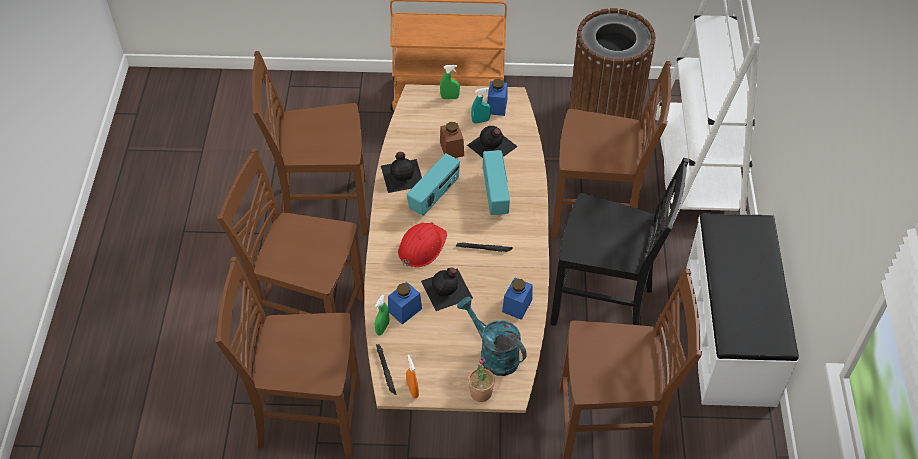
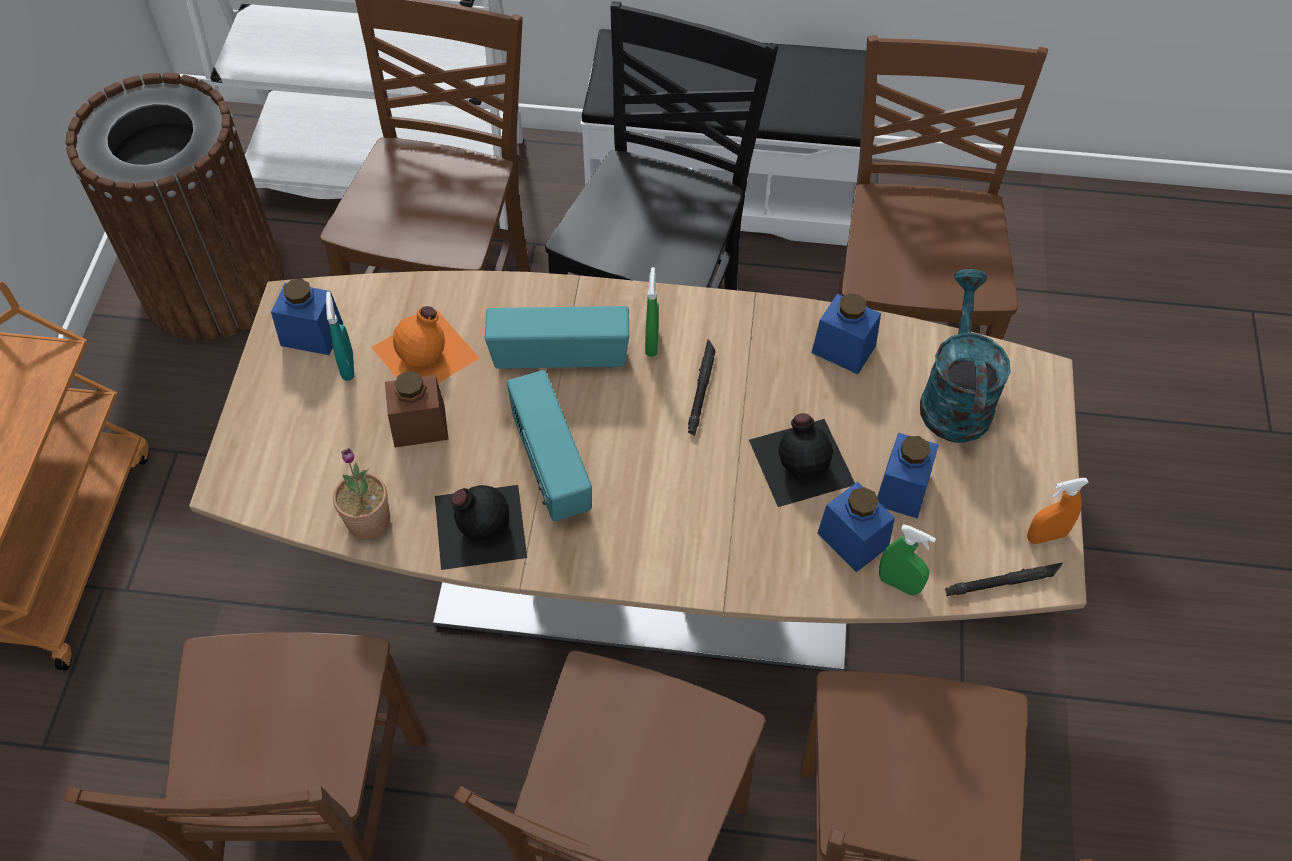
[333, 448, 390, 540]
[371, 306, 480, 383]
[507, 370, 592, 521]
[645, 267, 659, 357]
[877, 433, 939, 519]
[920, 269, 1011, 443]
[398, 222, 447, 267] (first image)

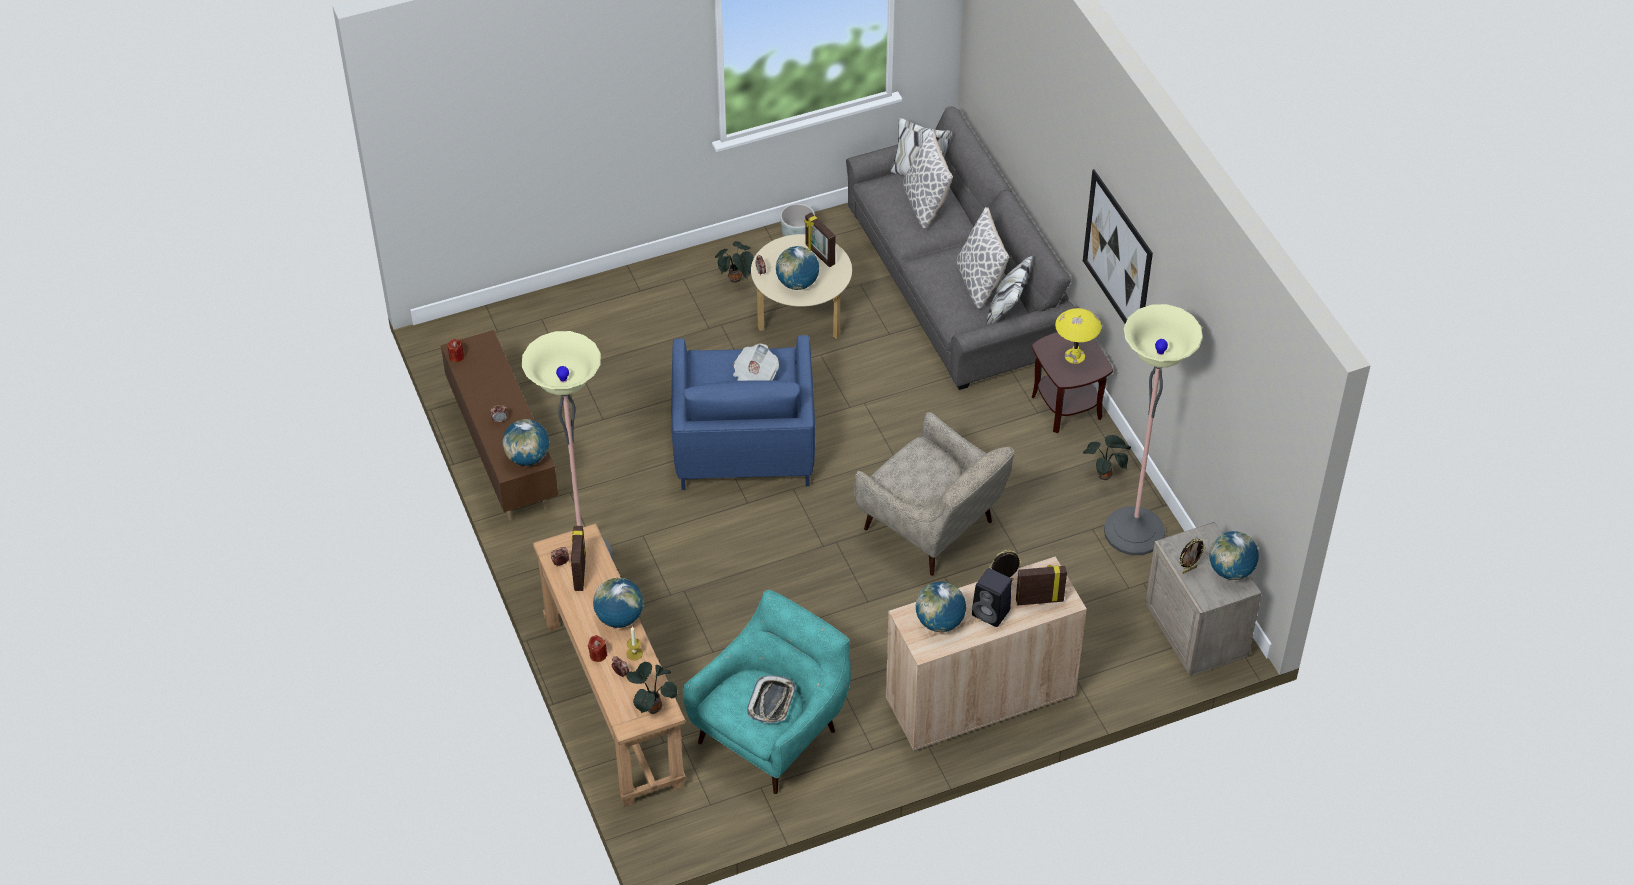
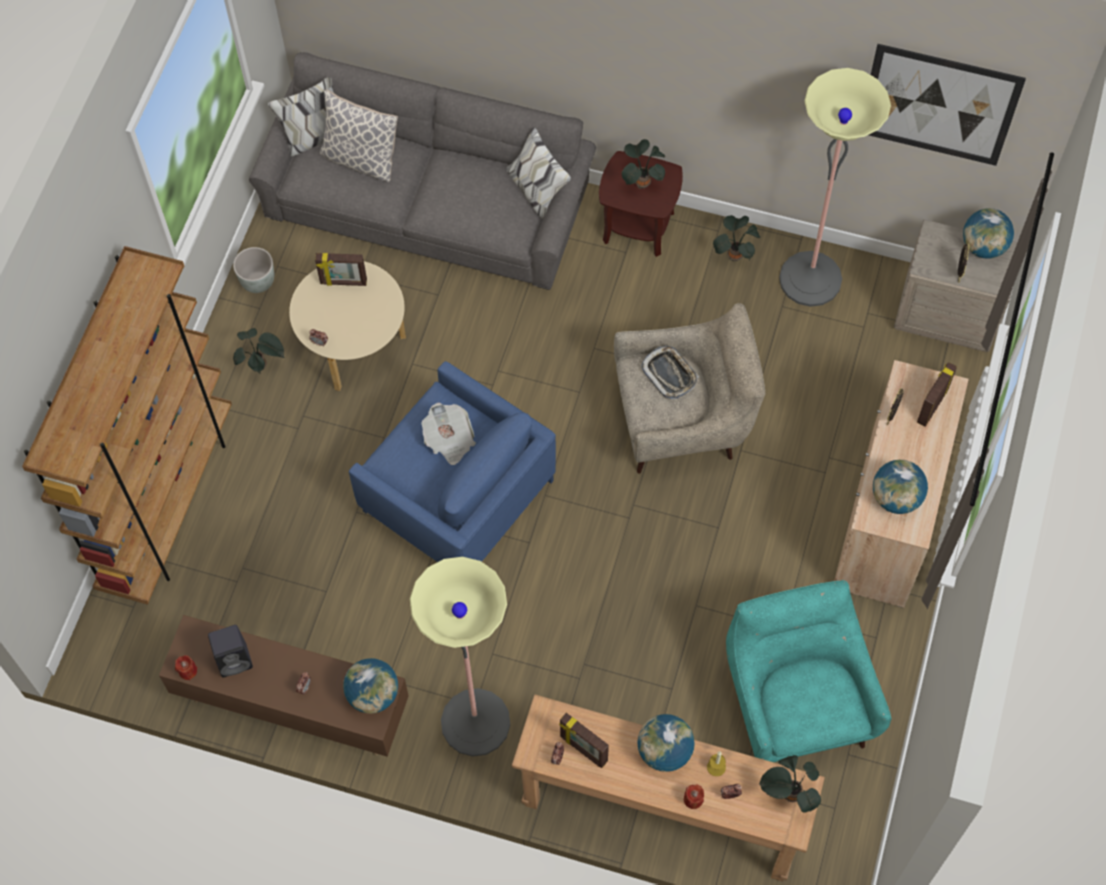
[22, 246, 232, 605]
[208, 625, 253, 677]
[622, 139, 665, 189]
[640, 346, 699, 400]
[869, 44, 1026, 166]
[776, 246, 819, 290] (first image)
[957, 207, 1010, 309] (first image)

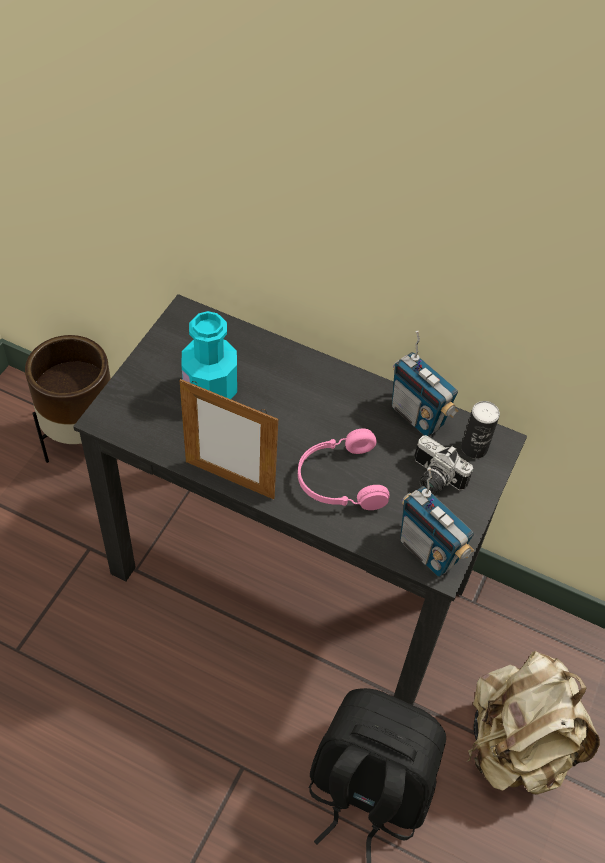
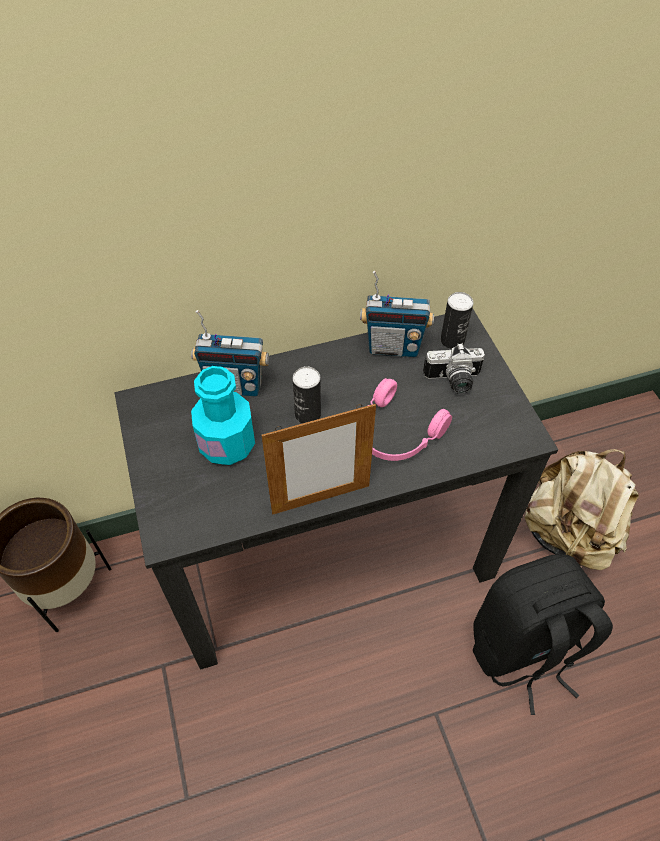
[191, 310, 269, 397]
[292, 366, 321, 424]

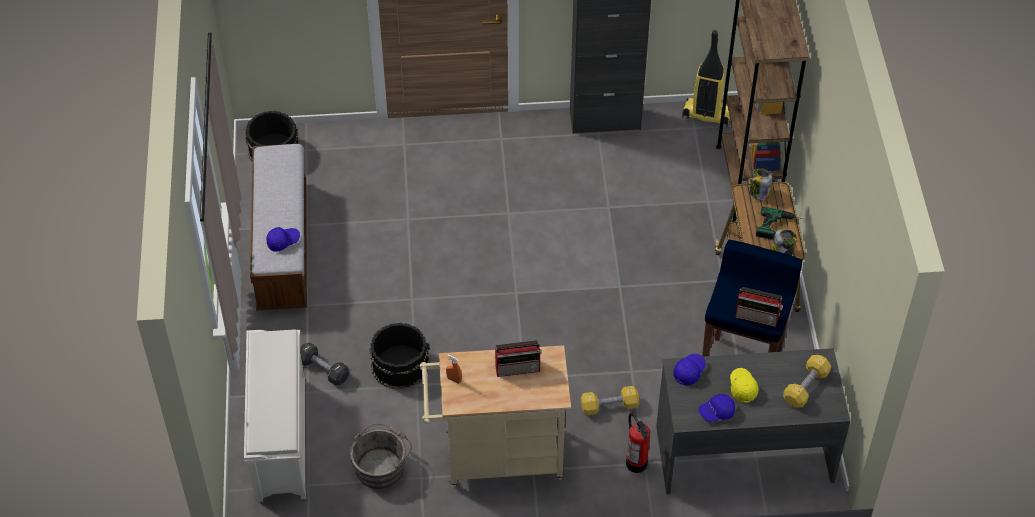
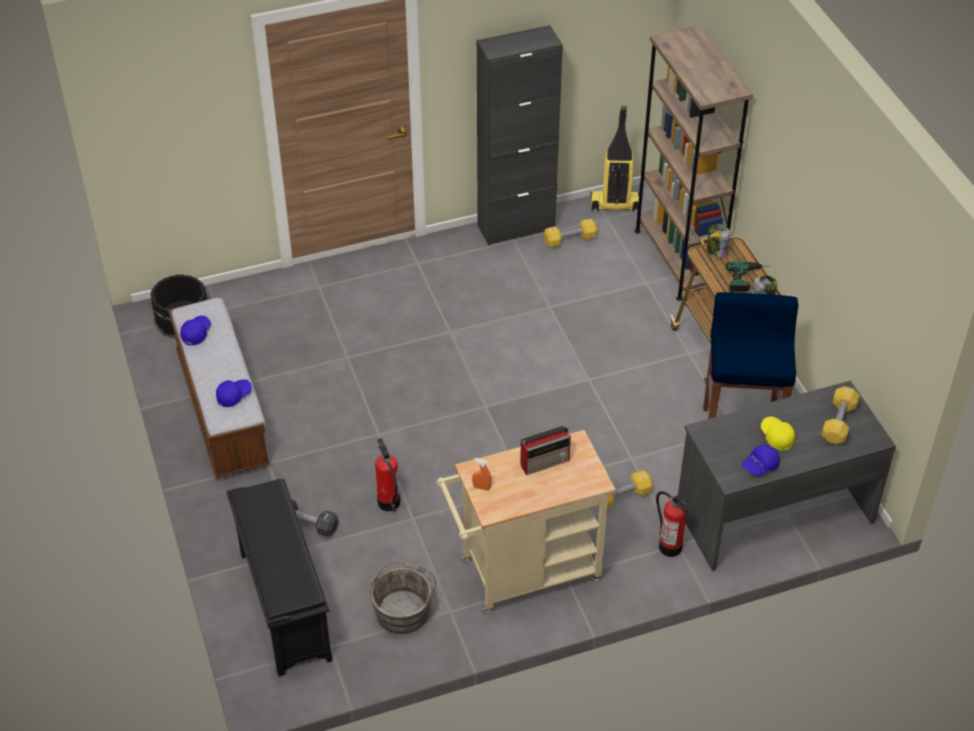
[180, 315, 211, 346]
[227, 479, 332, 676]
[375, 438, 400, 512]
[544, 219, 597, 248]
[735, 287, 783, 327] (first image)

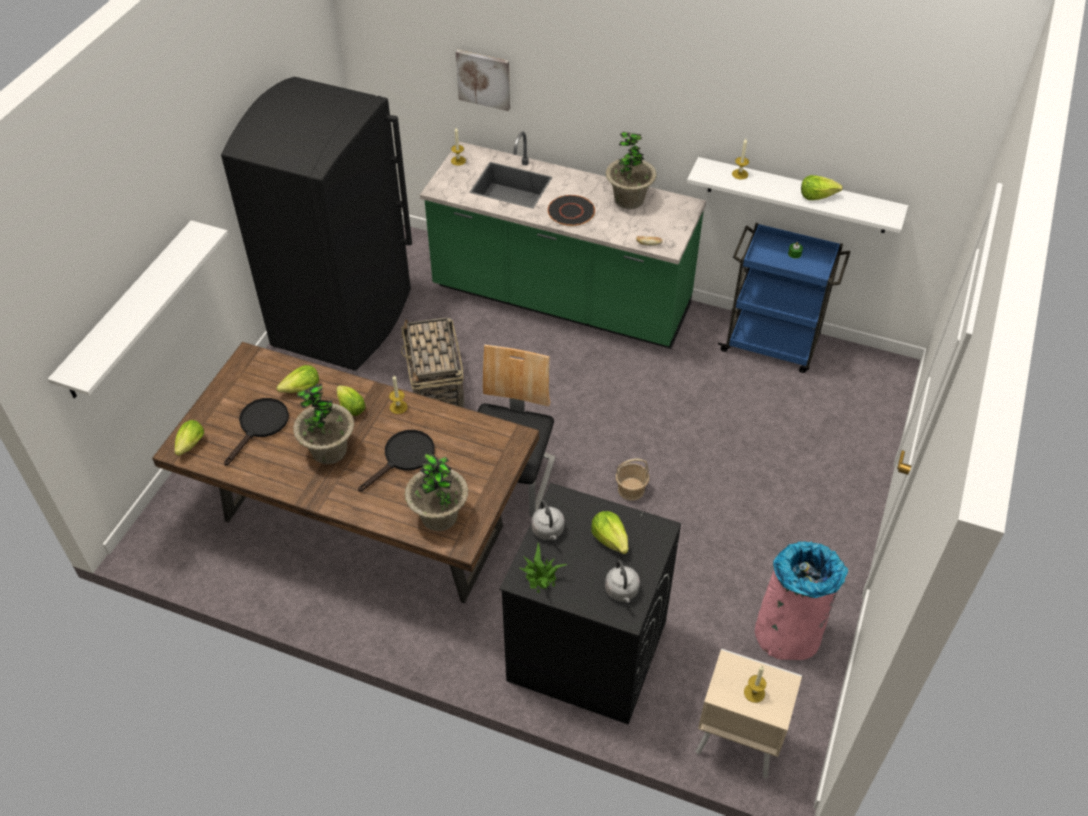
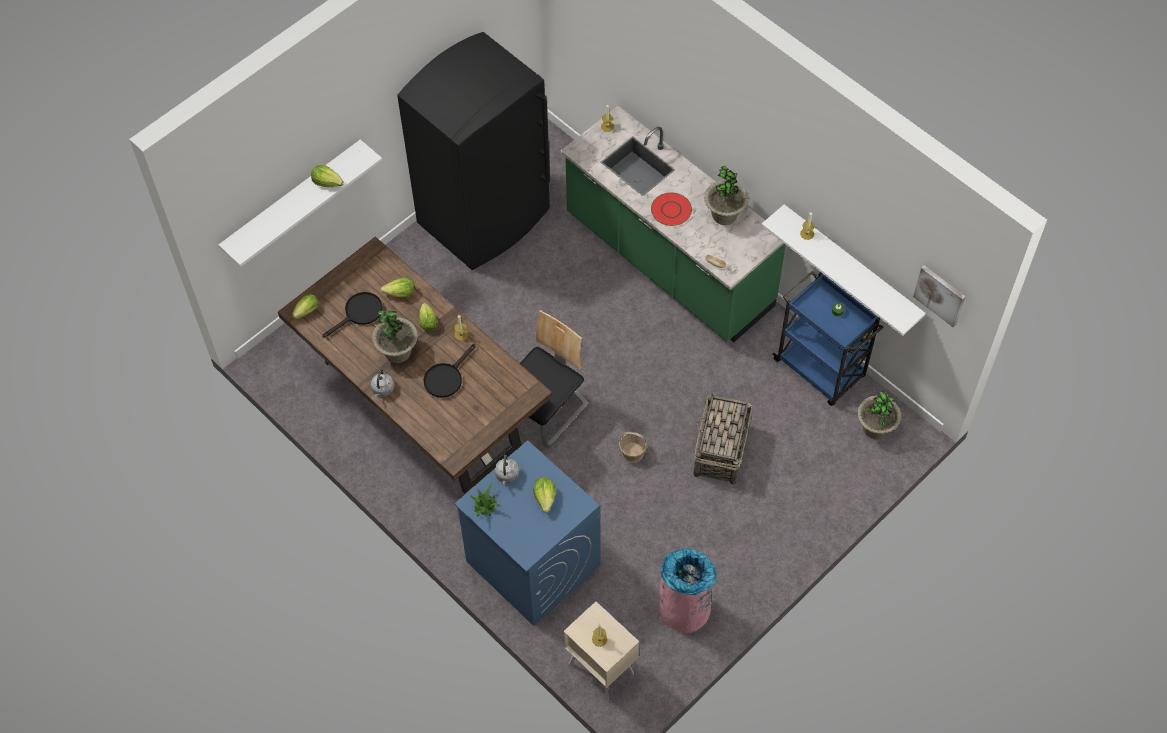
[311, 165, 344, 187]
[371, 369, 394, 397]
[423, 344, 476, 398]
[454, 440, 600, 626]
[651, 192, 692, 226]
[693, 394, 752, 485]
[857, 390, 901, 439]
[913, 265, 966, 328]

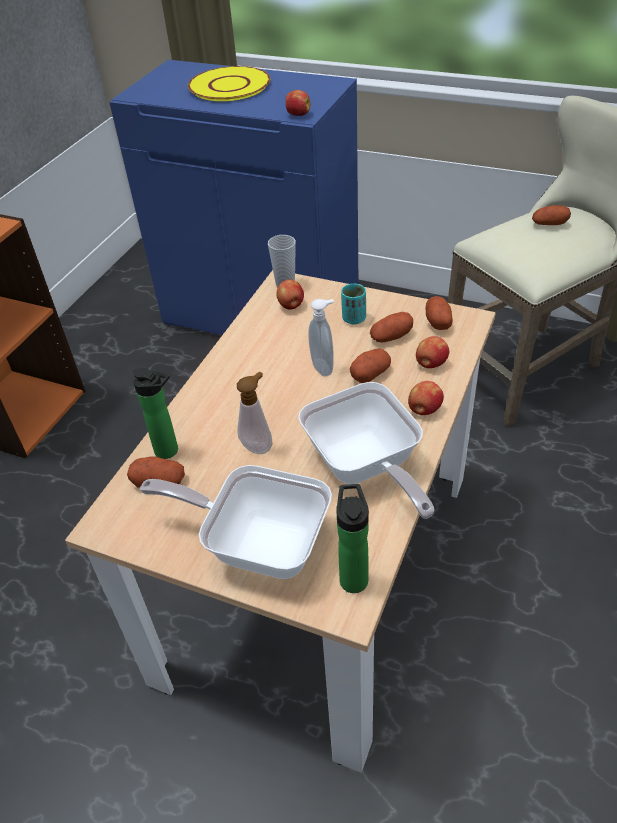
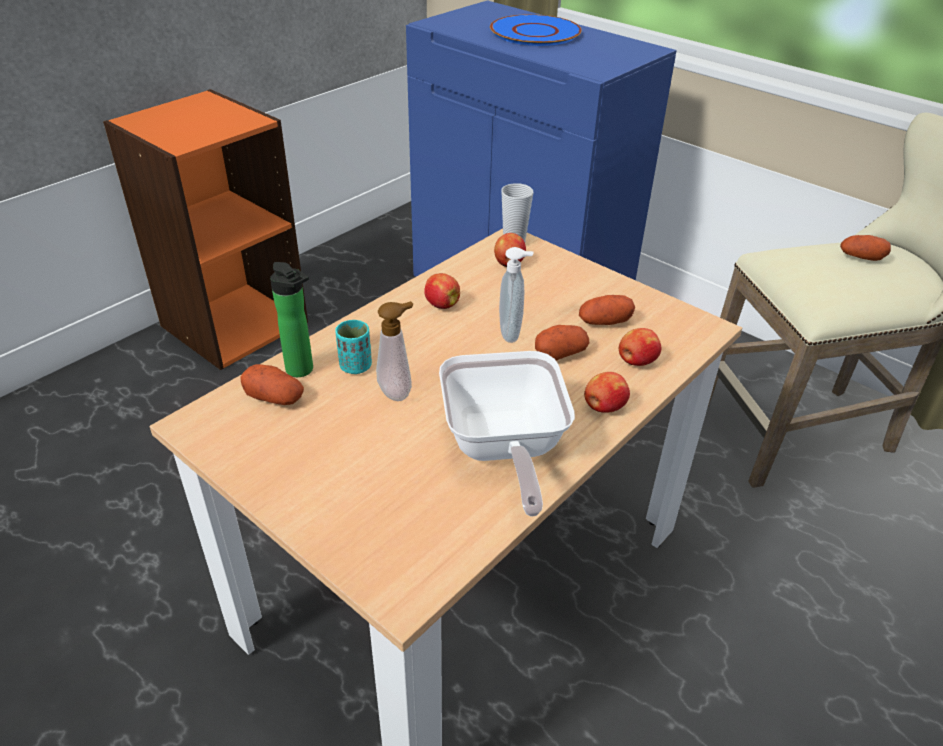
[335, 320, 372, 374]
[424, 273, 460, 309]
[490, 14, 582, 46]
[140, 465, 332, 579] (first image)
[336, 484, 369, 593] (first image)
[426, 296, 453, 330] (first image)

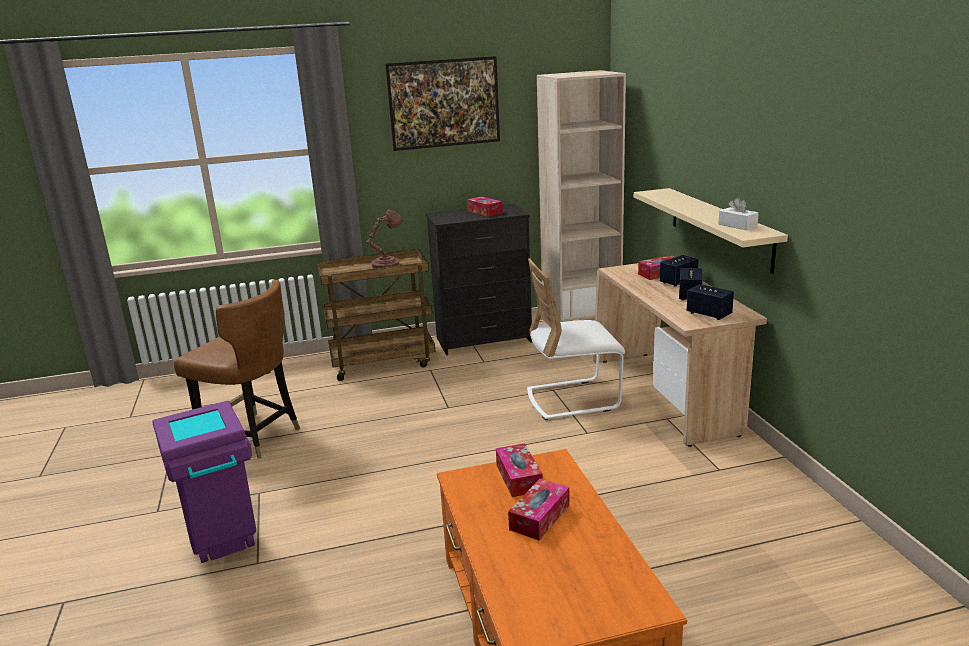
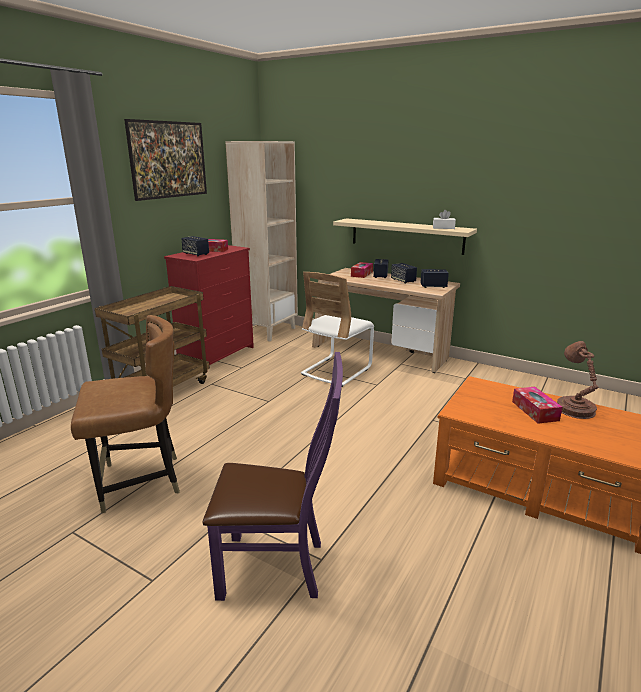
[164, 245, 254, 371]
[181, 236, 209, 256]
[203, 352, 343, 601]
[557, 341, 599, 419]
[496, 443, 543, 497] (first image)

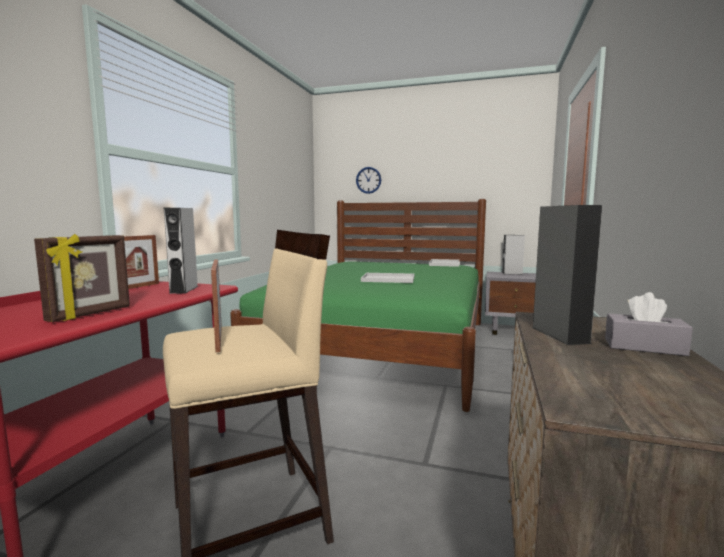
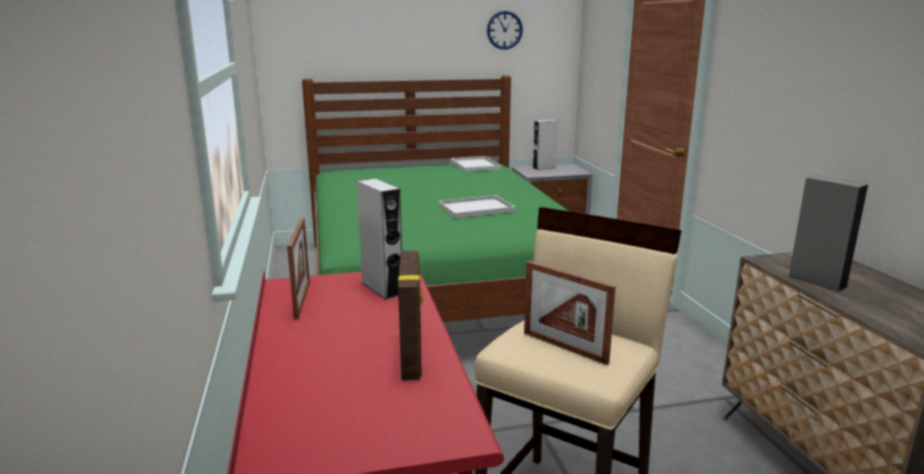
[487, 11, 523, 50]
[605, 292, 693, 356] (first image)

